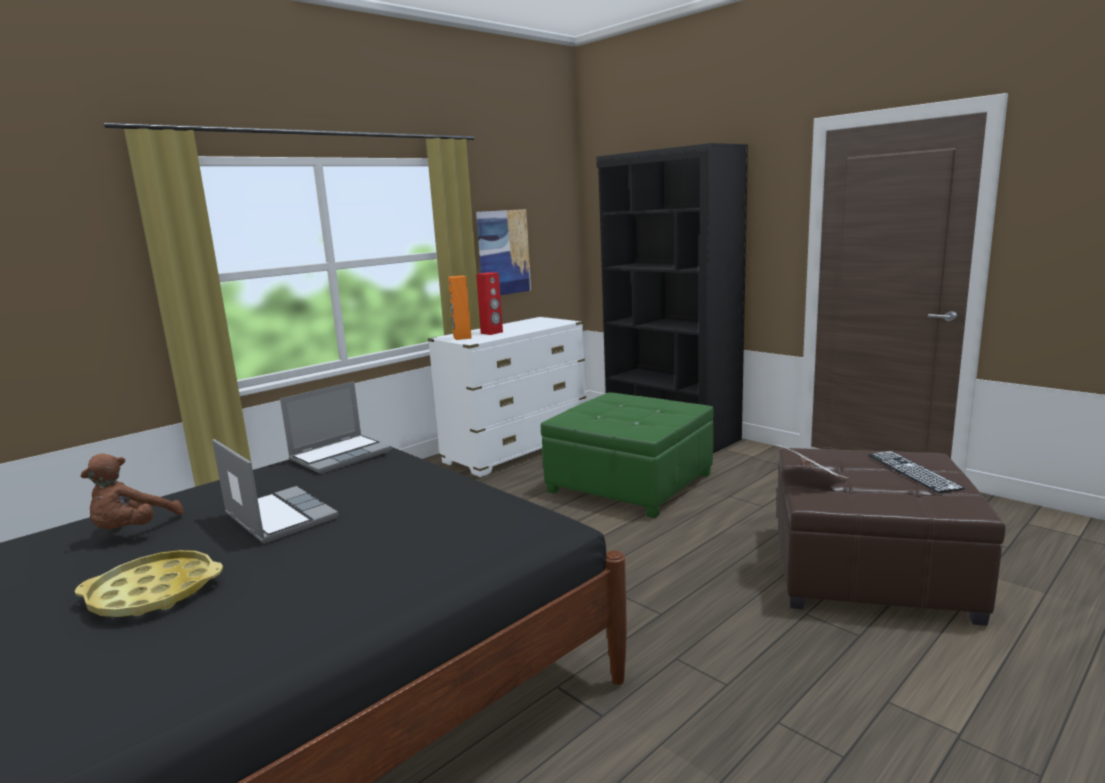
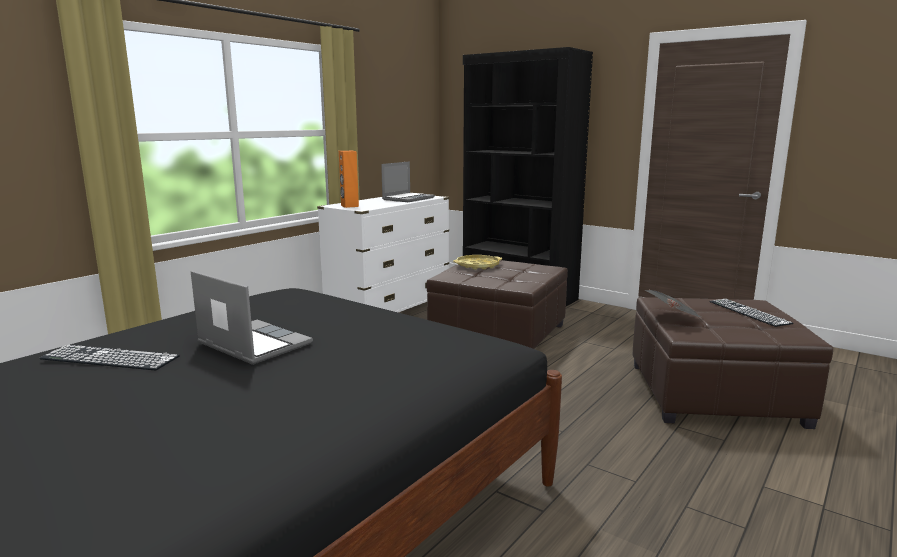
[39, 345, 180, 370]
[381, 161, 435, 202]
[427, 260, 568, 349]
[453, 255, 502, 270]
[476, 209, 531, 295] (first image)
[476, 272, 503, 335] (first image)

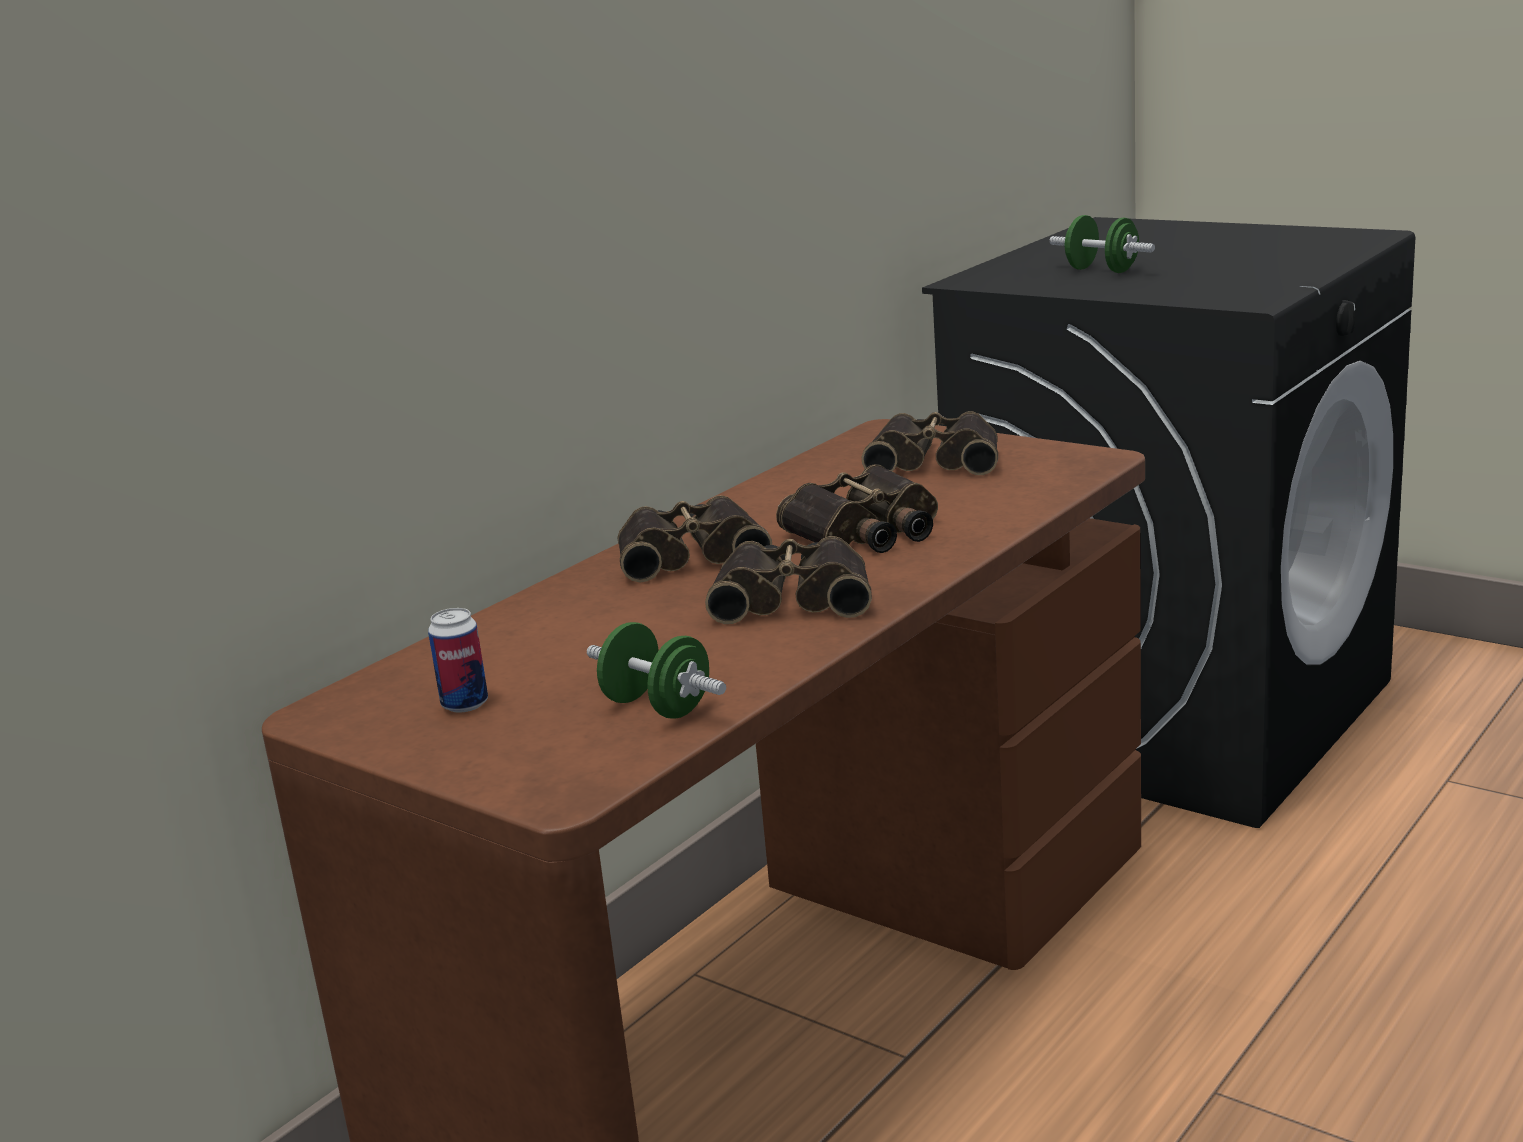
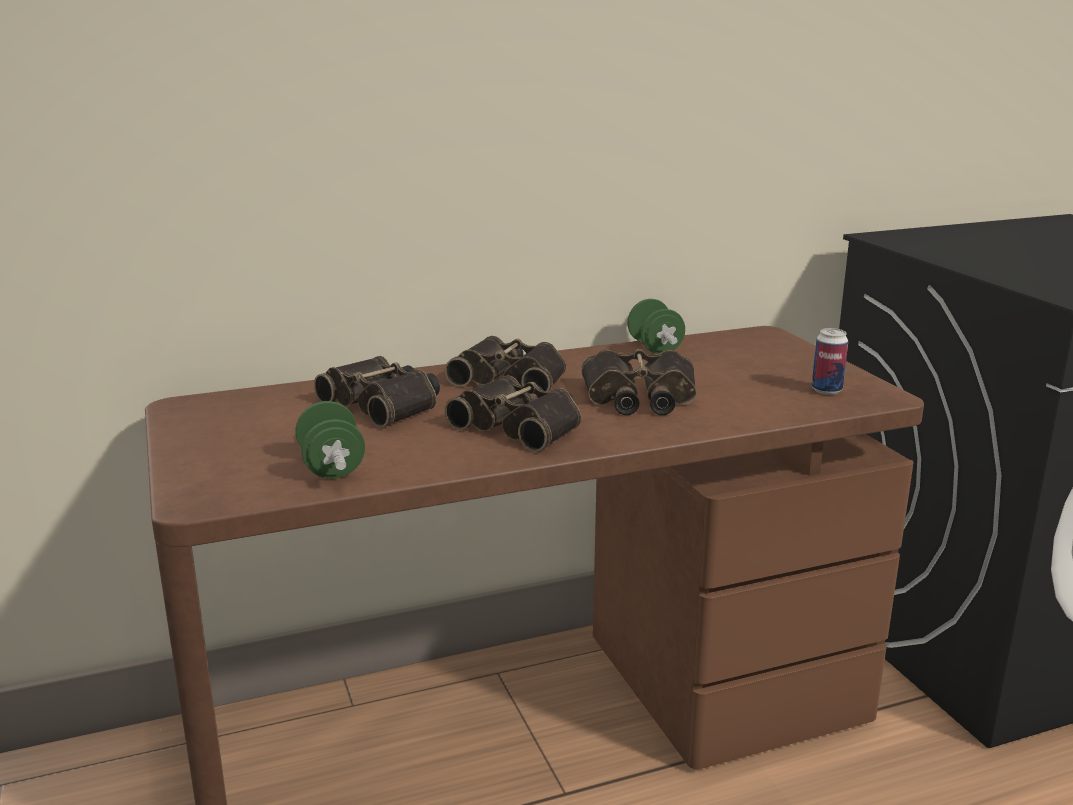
[314, 356, 440, 428]
[627, 299, 685, 354]
[812, 328, 848, 395]

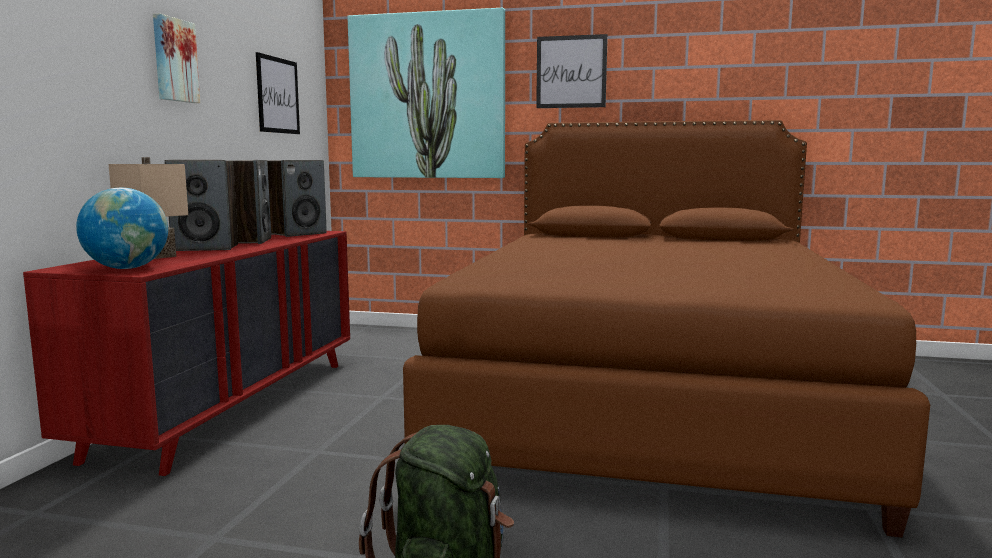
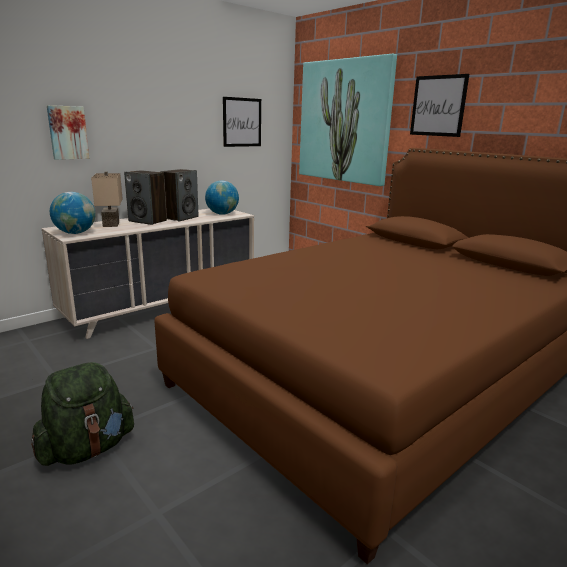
[42, 209, 254, 339]
[47, 105, 89, 160]
[205, 180, 239, 215]

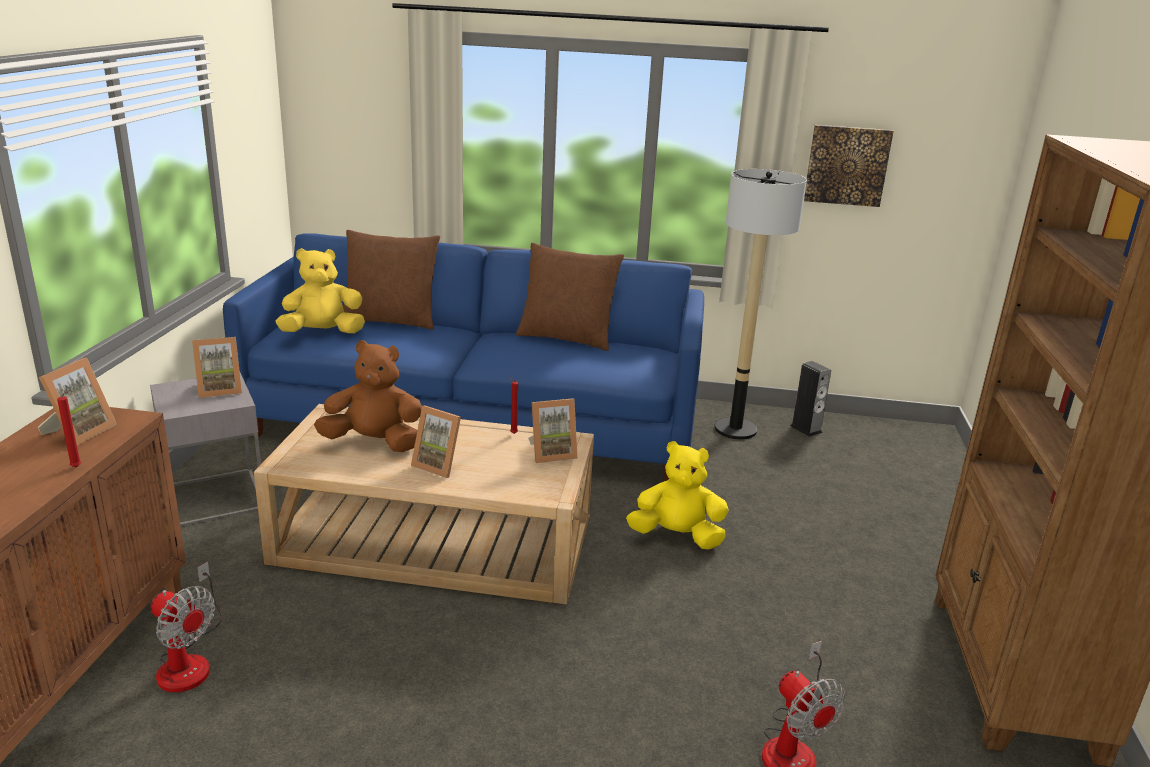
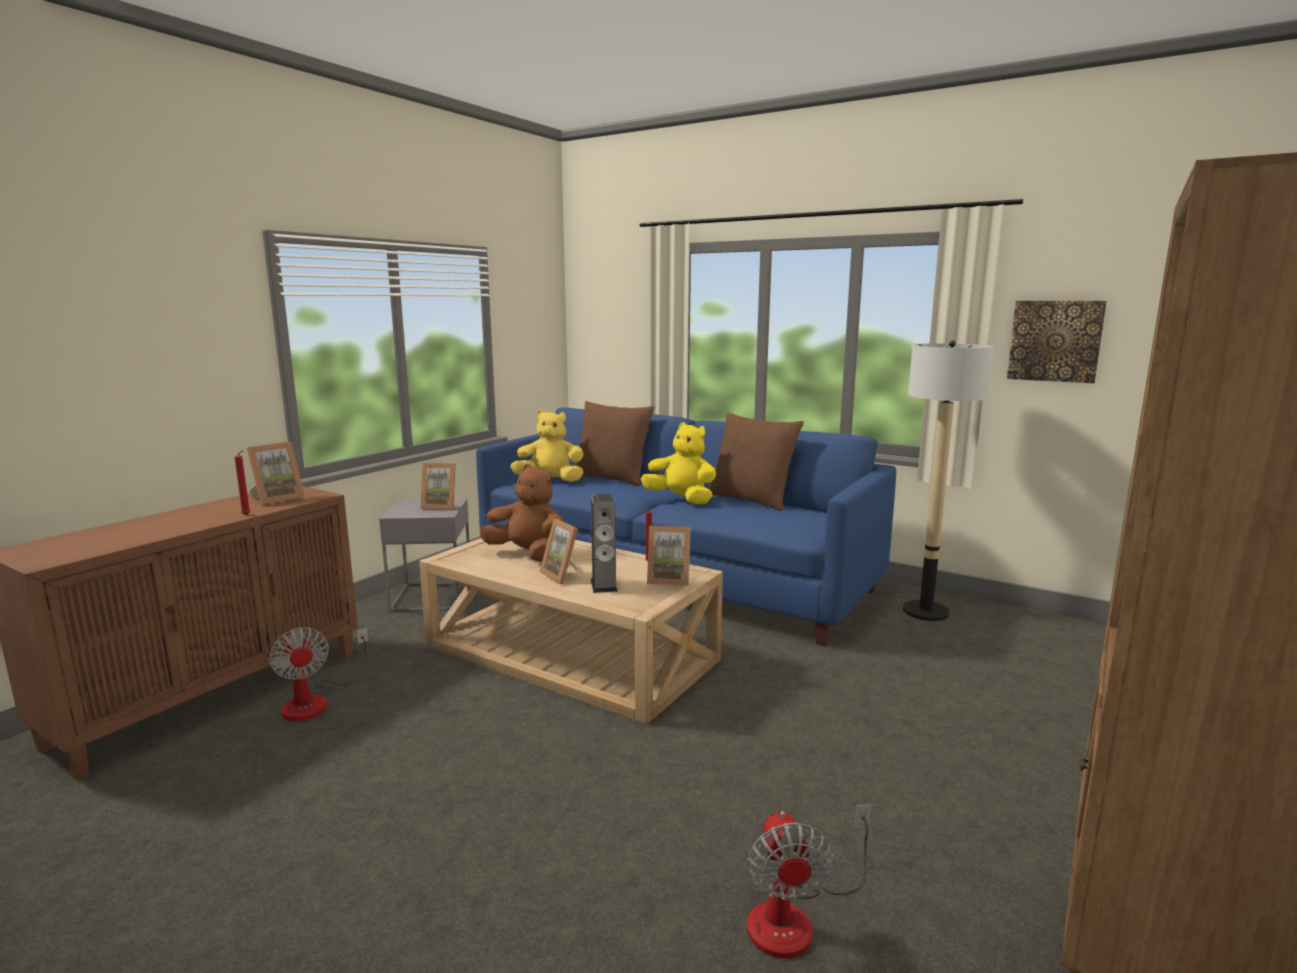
[591, 494, 618, 593]
[641, 422, 716, 505]

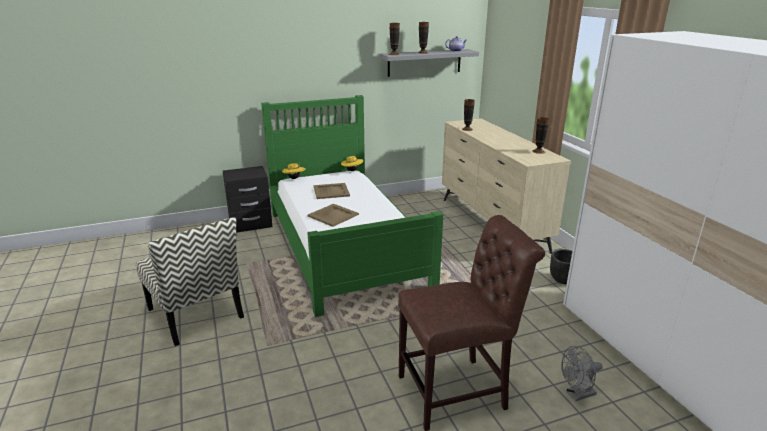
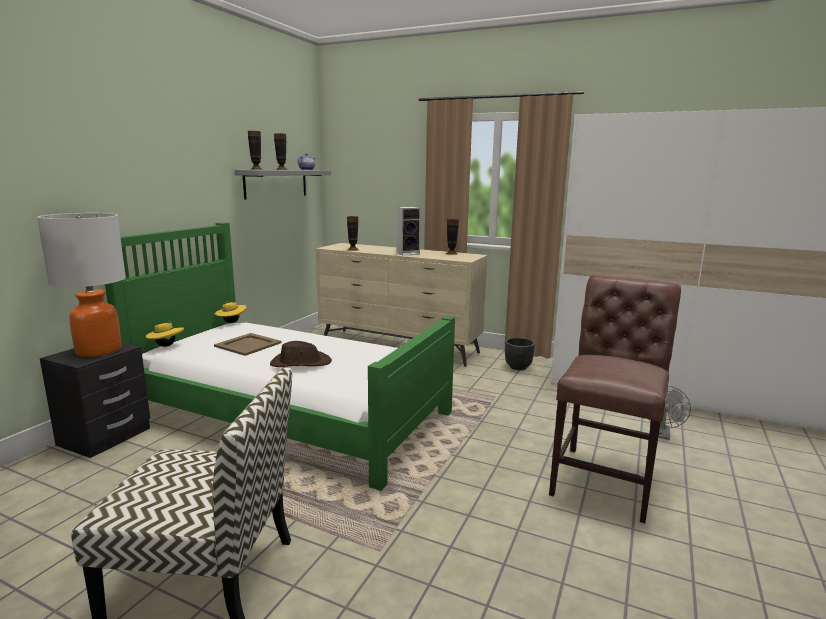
[37, 213, 126, 357]
[270, 341, 332, 367]
[397, 207, 421, 255]

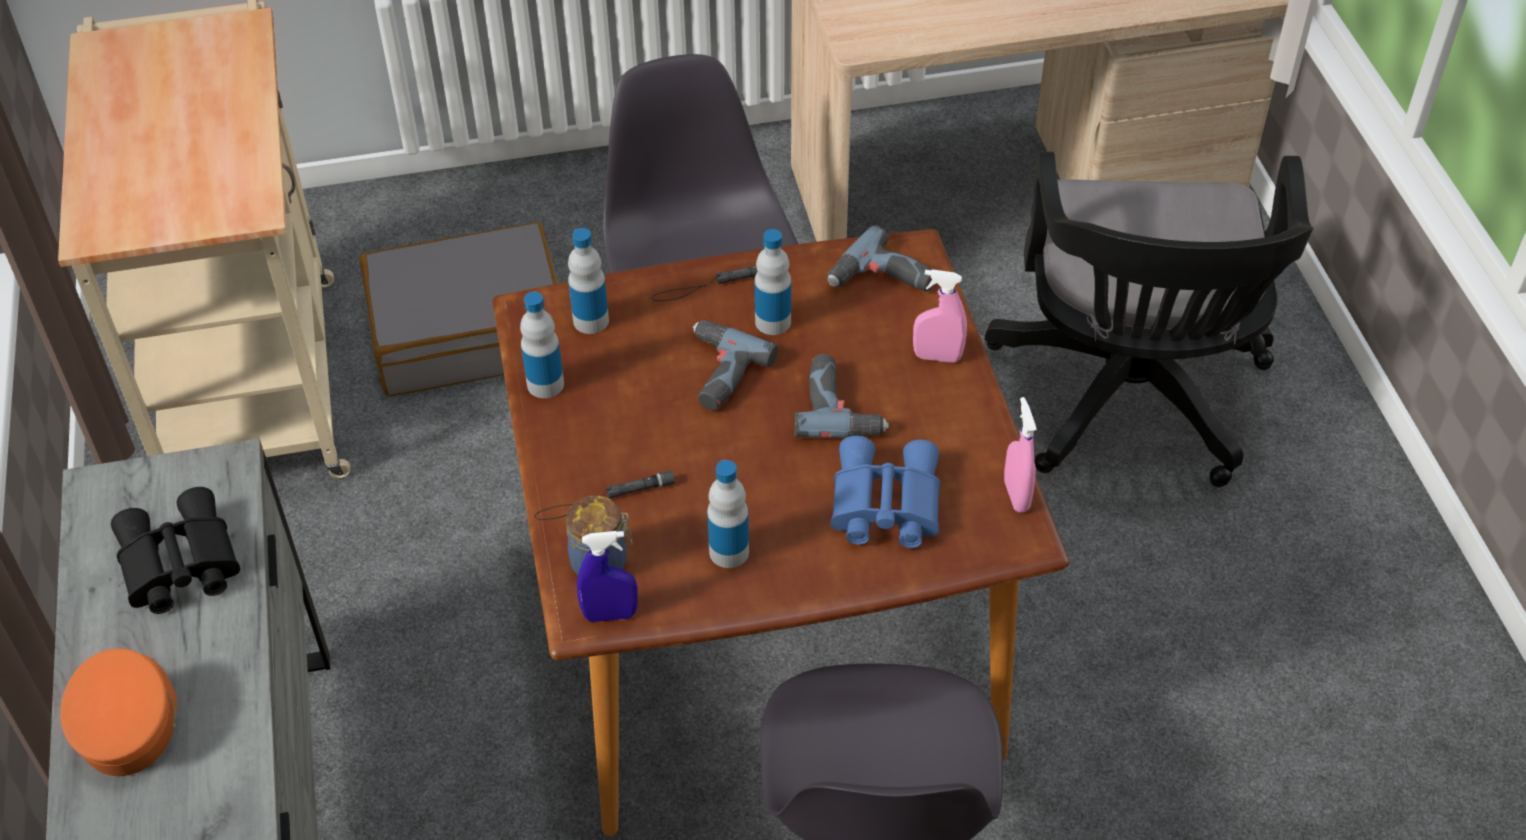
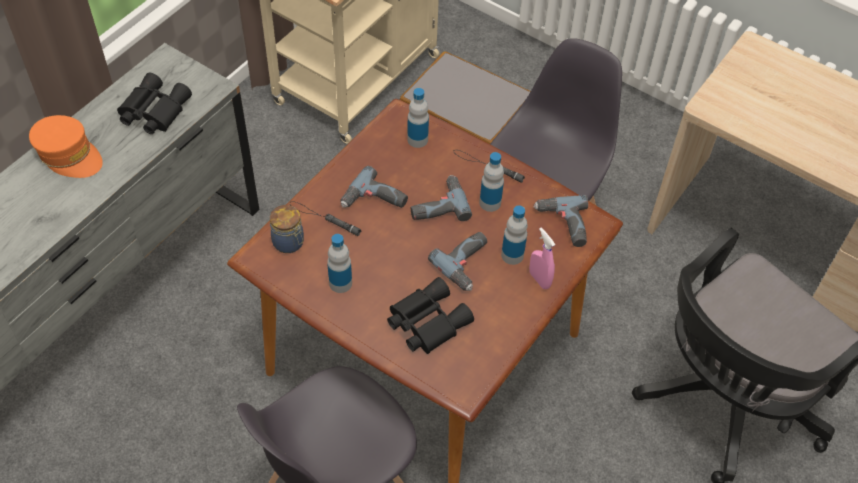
[29, 115, 103, 178]
[340, 166, 408, 208]
[387, 277, 474, 354]
[501, 205, 528, 265]
[577, 531, 638, 622] (first image)
[1004, 397, 1037, 513] (first image)

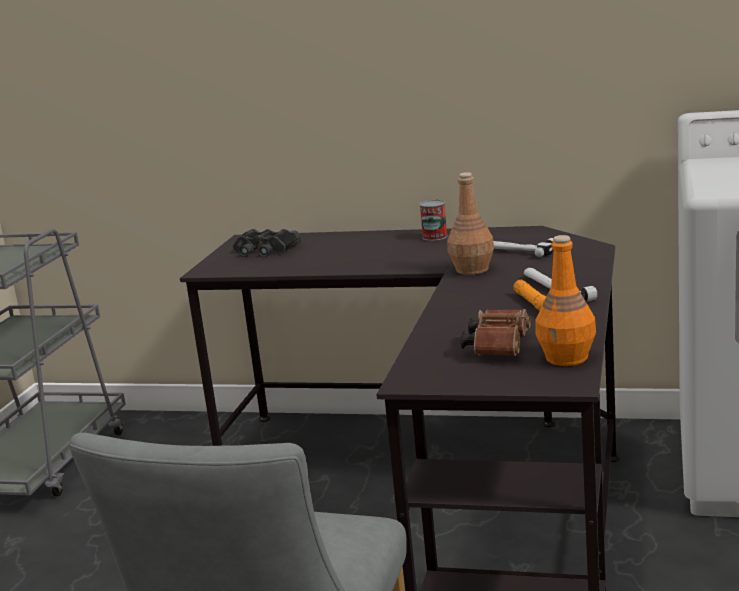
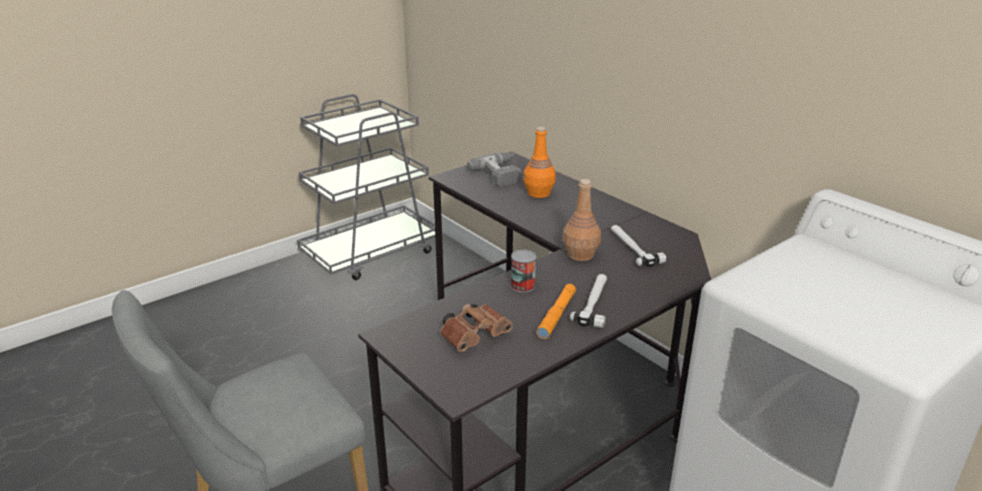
[467, 152, 522, 187]
[511, 250, 537, 292]
[523, 127, 556, 198]

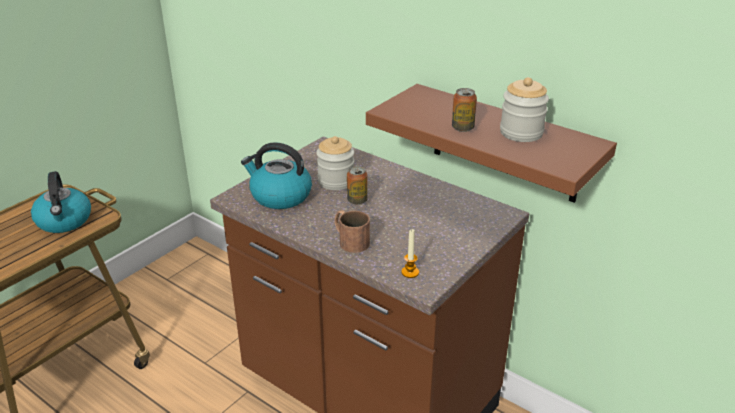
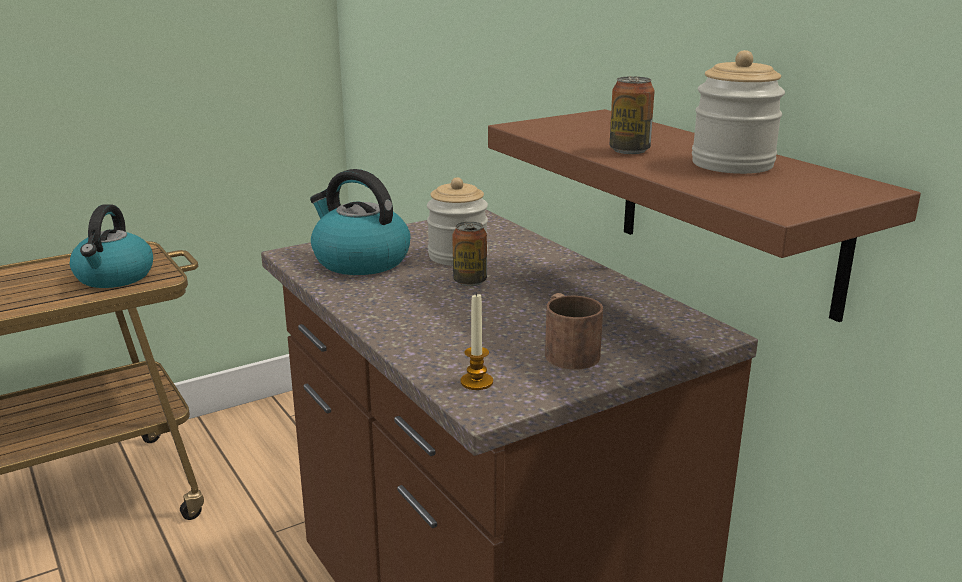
[545, 293, 603, 370]

